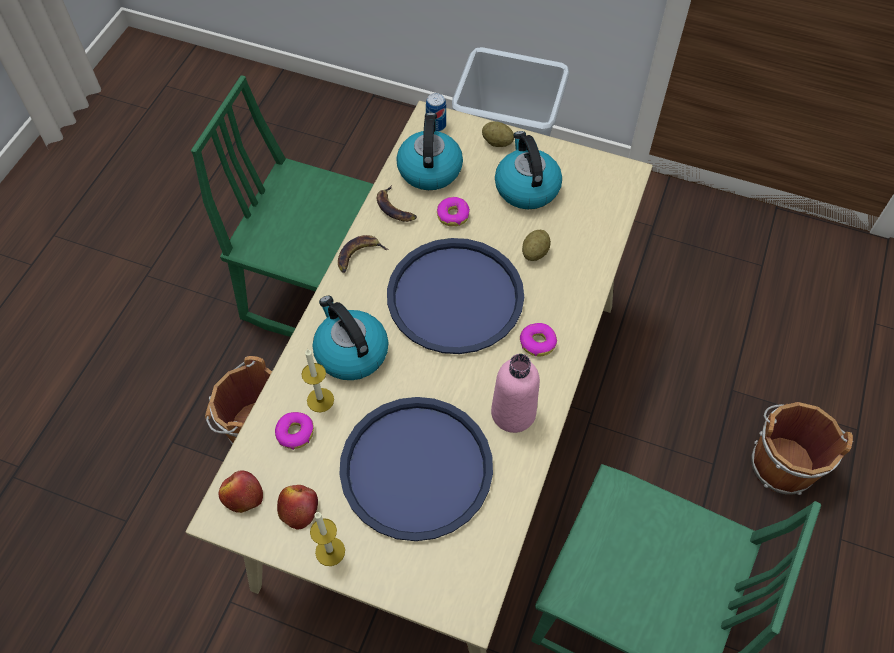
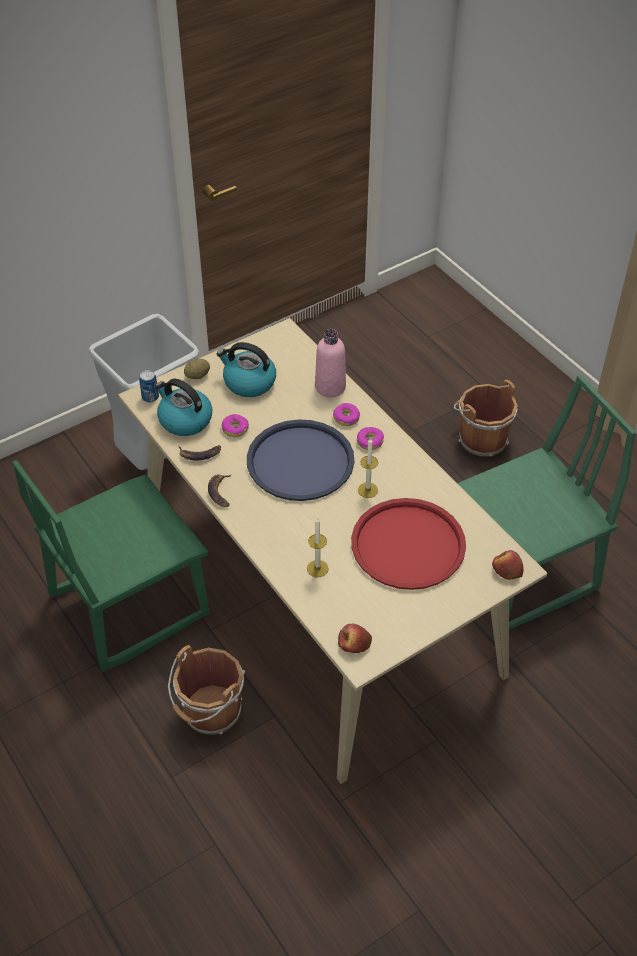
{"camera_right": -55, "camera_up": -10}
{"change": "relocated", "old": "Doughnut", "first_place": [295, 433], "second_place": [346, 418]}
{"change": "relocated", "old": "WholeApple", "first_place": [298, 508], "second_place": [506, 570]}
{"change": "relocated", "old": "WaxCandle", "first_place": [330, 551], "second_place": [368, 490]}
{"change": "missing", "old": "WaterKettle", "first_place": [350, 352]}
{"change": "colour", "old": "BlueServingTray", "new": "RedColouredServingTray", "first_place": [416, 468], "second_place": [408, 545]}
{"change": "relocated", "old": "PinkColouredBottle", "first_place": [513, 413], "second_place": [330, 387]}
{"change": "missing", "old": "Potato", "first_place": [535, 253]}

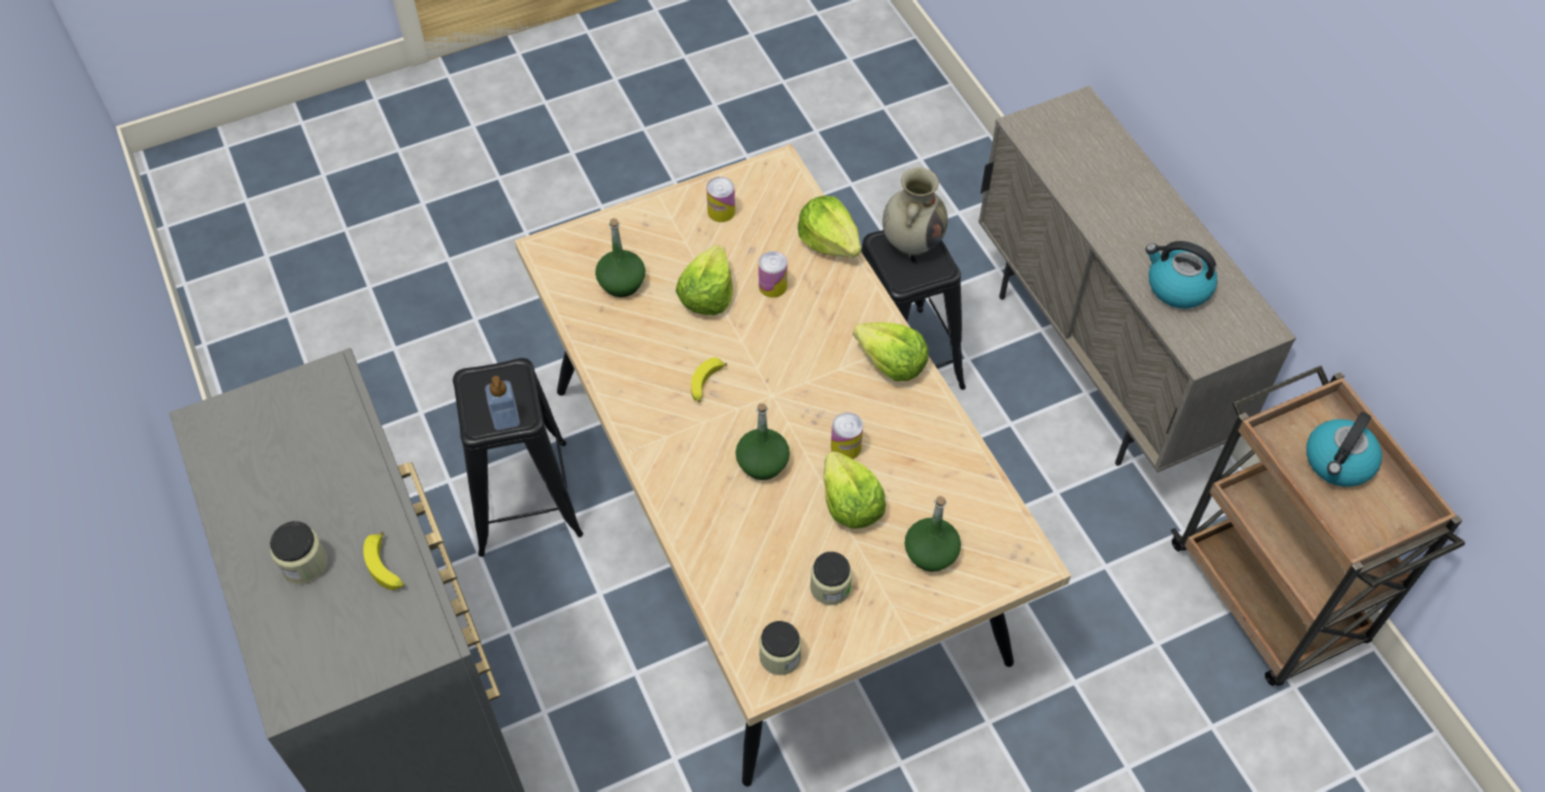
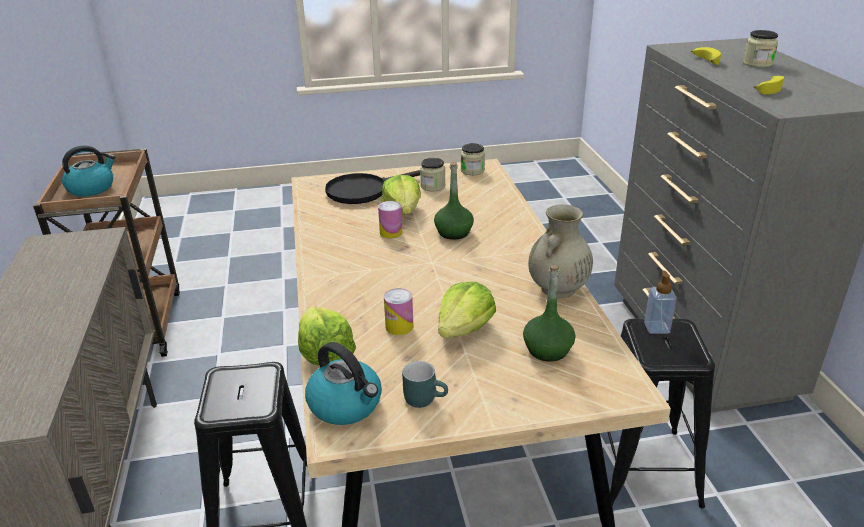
{"camera_right": -165, "camera_up": -25}
{"change": "relocated", "old": "BananaFruit", "first_place": [706, 384], "second_place": [768, 89]}
{"change": "exchanged", "old": "SealedCan", "new": "BlueGreenTeaMug", "first_place": [721, 211], "second_place": [425, 398]}
{"change": "missing", "old": "LettuceHead", "first_place": [891, 363]}
{"change": "relocated", "old": "SandColouredVase", "first_place": [912, 241], "second_place": [557, 289]}
{"change": "exchanged", "old": "GreenColouredBottle", "new": "BlackColouredSkillet", "first_place": [931, 553], "second_place": [365, 190]}
{"change": "relocated", "old": "WaterKettle", "first_place": [1177, 287], "second_place": [346, 405]}

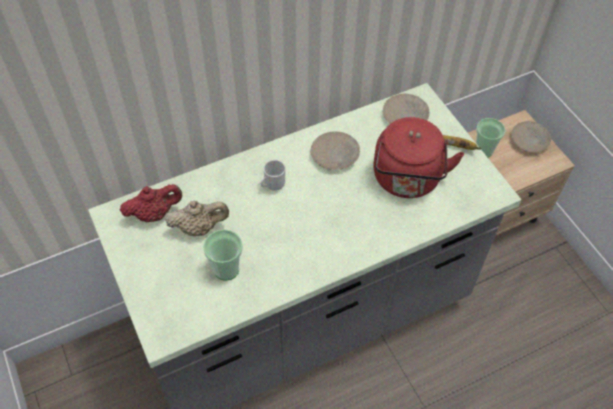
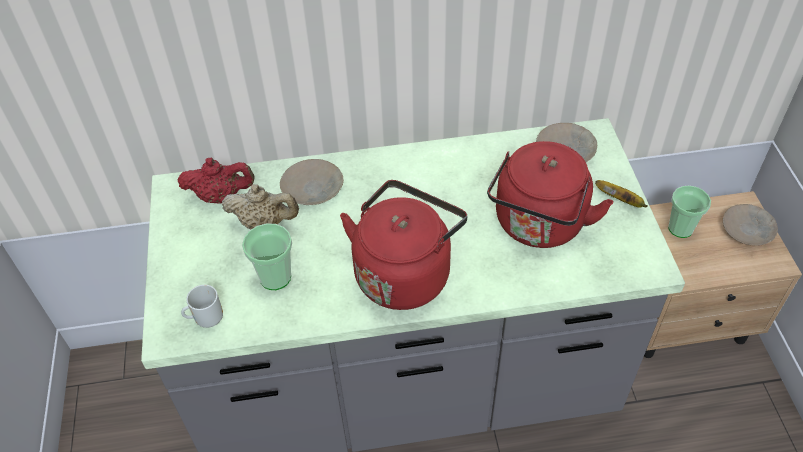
{"camera_right": 20, "camera_up": -5}
{"change": "relocated", "old": "TeaMug", "first_place": [273, 185], "second_place": [207, 319]}
{"change": "relocated", "old": "SandColouredFlatDish", "first_place": [335, 155], "second_place": [313, 188]}
{"change": "appeared", "new": "RedColouredWaterKettle", "second_place": [404, 272]}

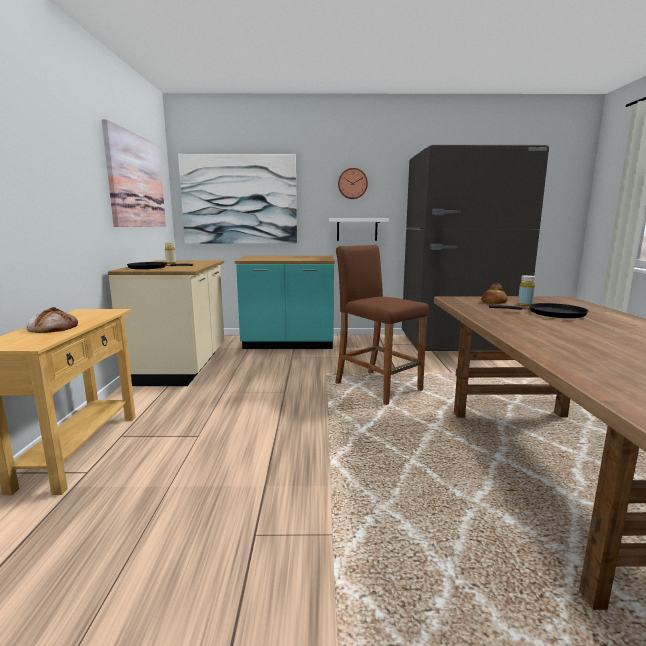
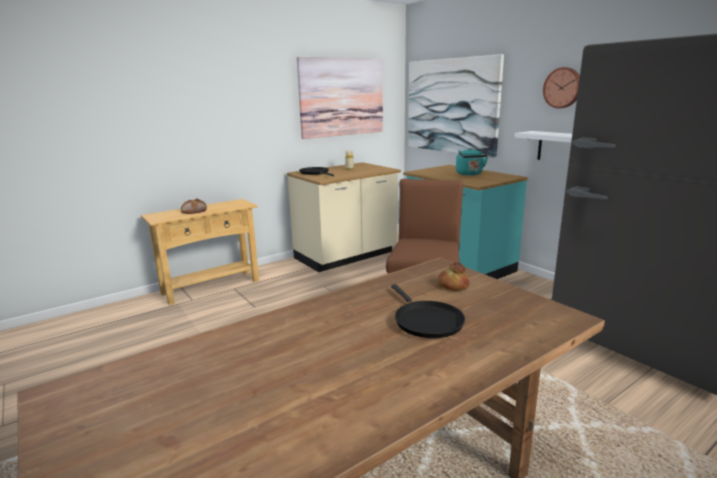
{"camera_right": 55, "camera_up": 5}
{"change": "missing", "old": "YellowishBottle", "first_place": [525, 305]}
{"change": "appeared", "new": "BlueGreenWaterKettle", "second_place": [470, 174]}

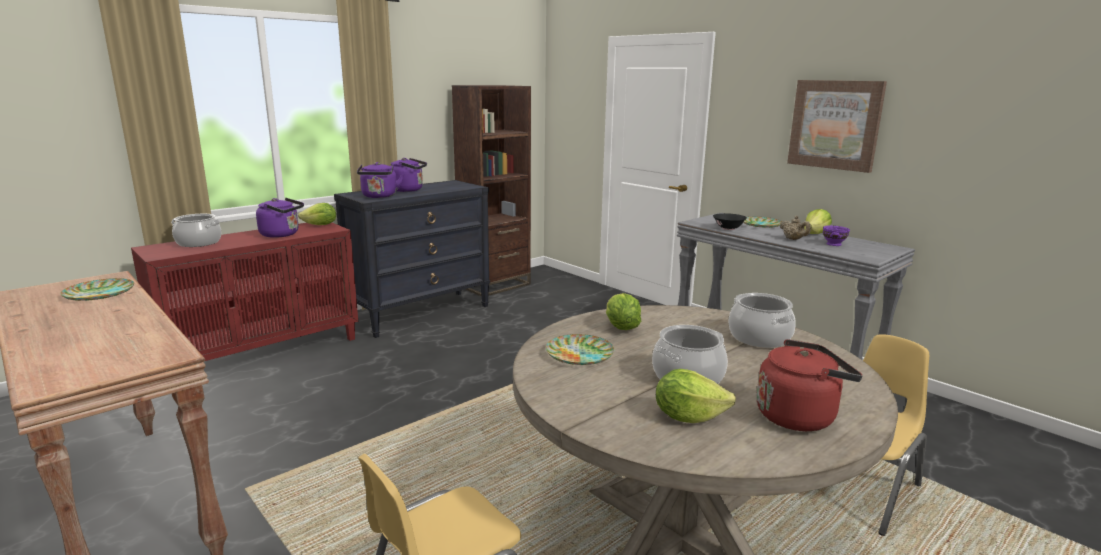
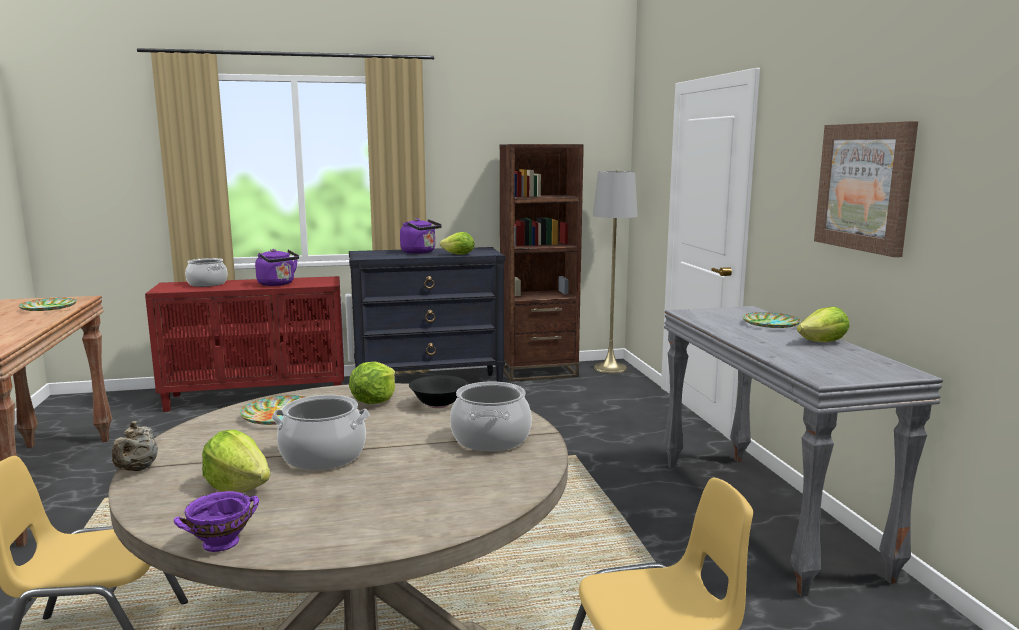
{"camera_right": 30, "camera_up": -5}
{"change": "relocated", "old": "LettuceHead", "first_place": [320, 225], "second_place": [458, 254]}
{"change": "missing", "old": "PurpleWaterKettle", "first_place": [379, 196]}
{"change": "relocated", "old": "BlackColouredDeepDish", "first_place": [728, 228], "second_place": [438, 404]}
{"change": "missing", "old": "RedColouredWaterKettle", "first_place": [799, 416]}
{"change": "relocated", "old": "SandColouredPotForTea", "first_place": [793, 239], "second_place": [137, 469]}
{"change": "relocated", "old": "PurpleDeepDish", "first_place": [833, 244], "second_place": [219, 543]}
{"change": "appeared", "new": "GreyFloorLamp", "second_place": [610, 368]}

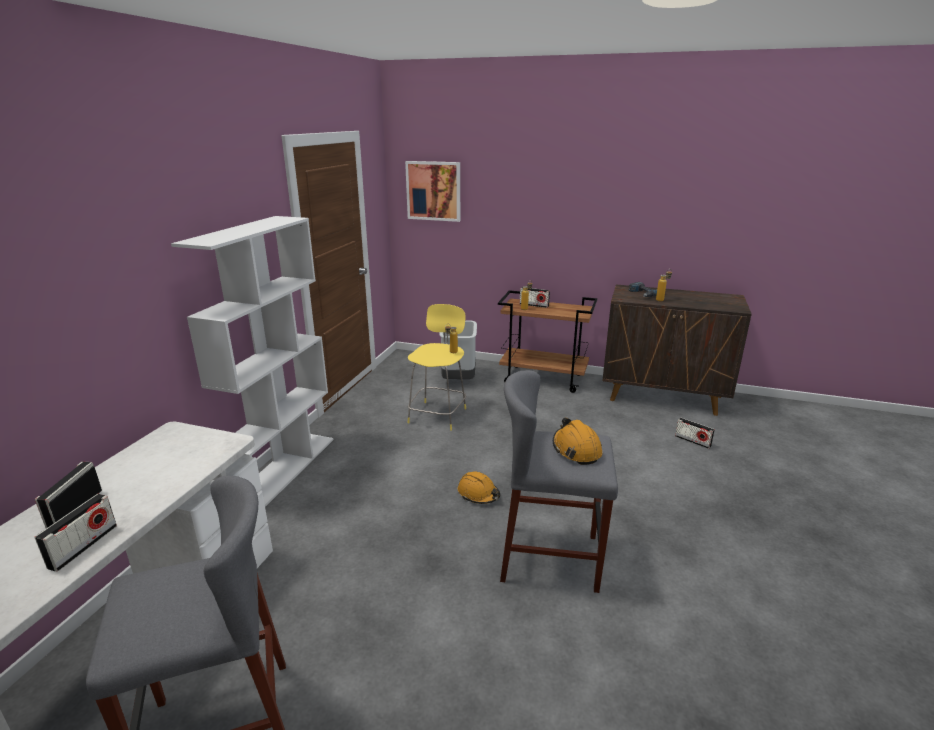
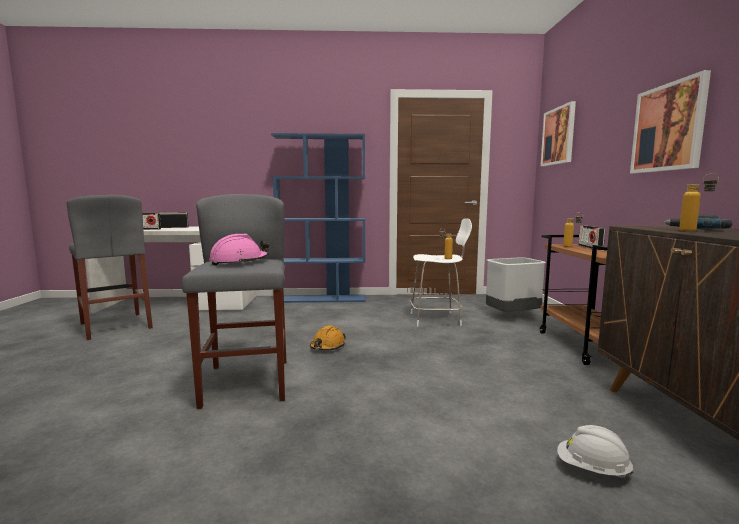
{"camera_right": 70, "camera_up": -15}
{"change": "colour", "old": "WhiteColouredBookshelf", "new": "BlueBookshelf", "first_place": [284, 468], "second_place": [323, 299]}
{"change": "colour", "old": "YellowishStool", "new": "WhiteColouredStool", "first_place": [438, 414], "second_place": [437, 319]}
{"change": "colour", "old": "OrangeySafetyHelmet", "new": "PinkColouredSafetyHelmet", "first_place": [576, 449], "second_place": [239, 262]}
{"change": "exchanged", "old": "RadioSet", "new": "WhiteColouredSafetyHelmet", "first_place": [692, 441], "second_place": [592, 470]}
{"change": "appeared", "new": "Picture", "second_place": [668, 127]}

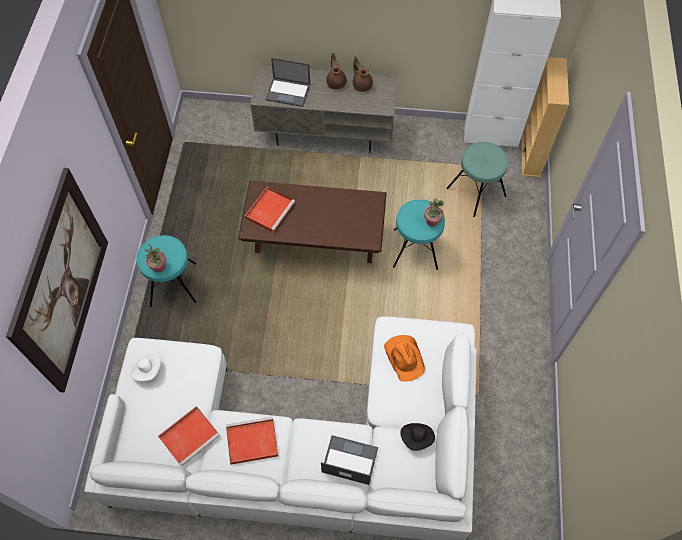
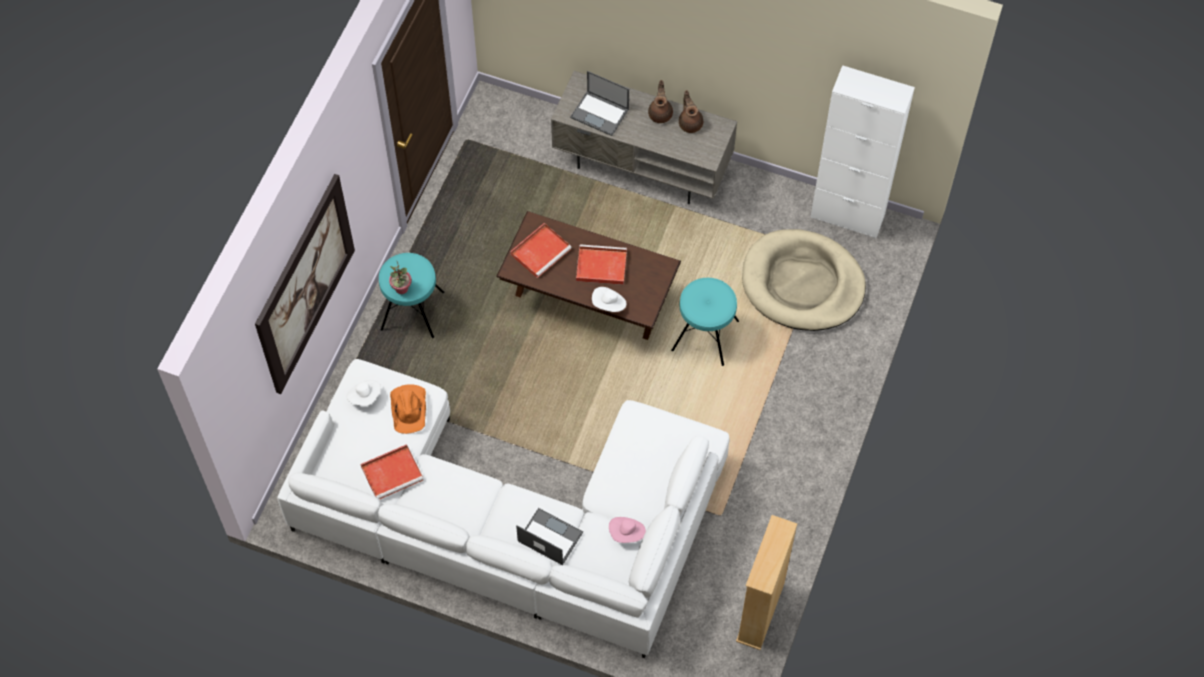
{"camera_right": 15, "camera_up": 0}
{"change": "relocated", "old": "RedColouredServingTray", "first_place": [251, 442], "second_place": [600, 266]}
{"change": "relocated", "old": "OrangeyWearableHat", "first_place": [404, 357], "second_place": [409, 409]}
{"change": "colour", "old": "BlackColouredWearableHat", "new": "PinkColouredWearableHat", "first_place": [417, 438], "second_place": [627, 533]}
{"change": "missing", "old": "Houseplant", "first_place": [432, 221]}
{"change": "exchanged", "old": "BlueGreenStool", "new": "SandColouredDogCushion", "first_place": [476, 192], "second_place": [802, 284]}
{"change": "relocated", "old": "SandColouredBookshelf", "first_place": [530, 155], "second_place": [760, 612]}
{"change": "appeared", "new": "WhiteColouredWearableHat", "second_place": [609, 304]}

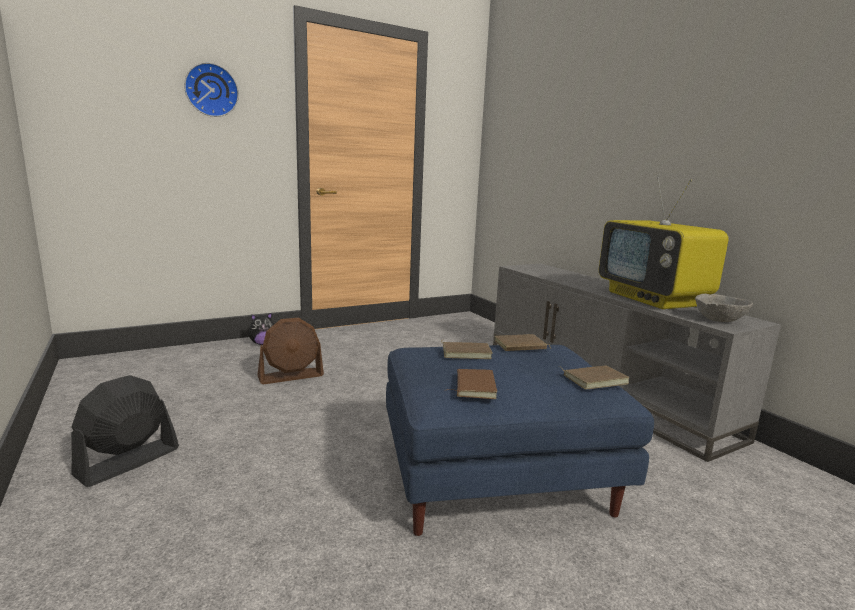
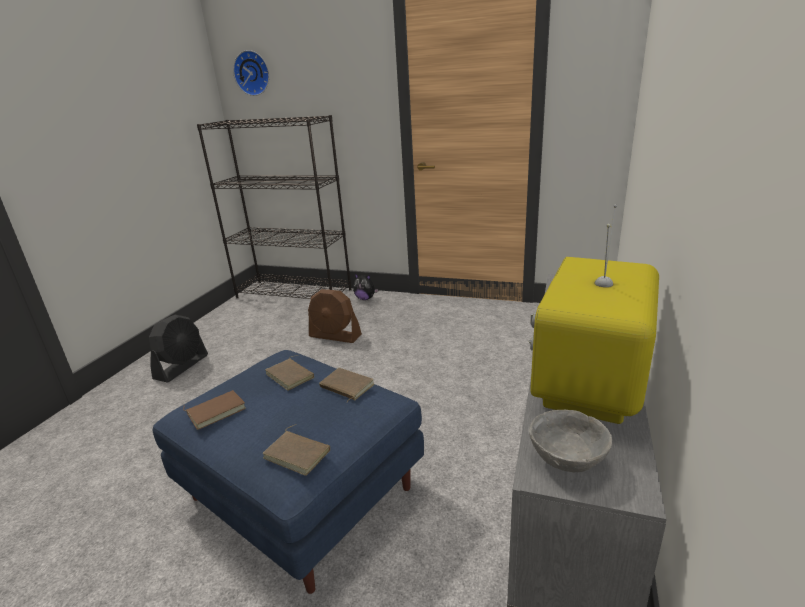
{"camera_right": 50, "camera_up": 10}
{"change": "spun", "old": "BlackColouredElectricFan", "first_place": [128, 462], "second_place": [182, 366], "degrees": 120}
{"change": "relocated", "old": "WallClock", "first_place": [211, 90], "second_place": [253, 73]}
{"change": "appeared", "new": "BlackColouredBookshelf", "second_place": [294, 293]}

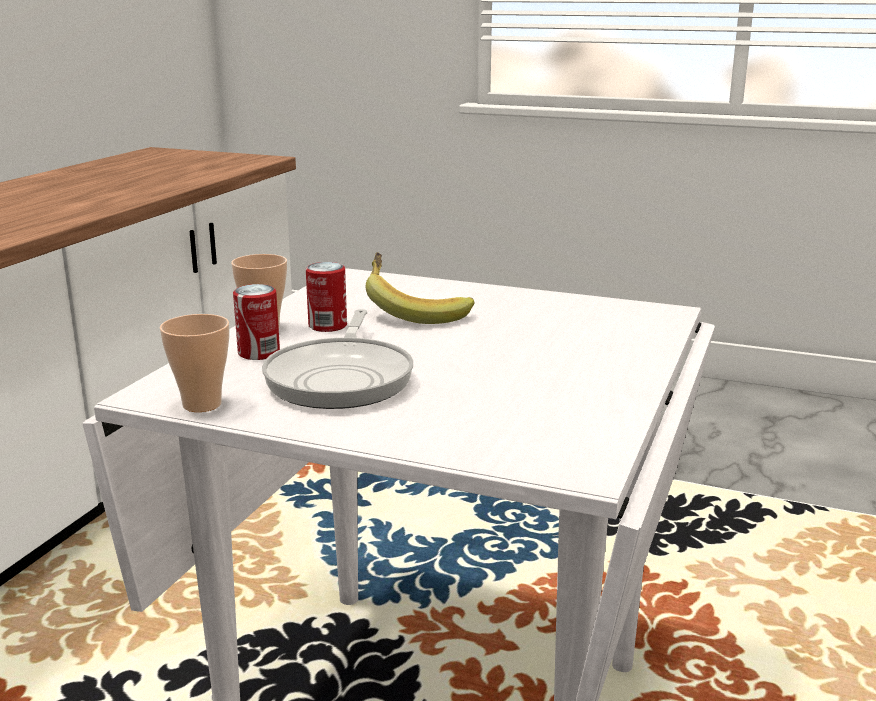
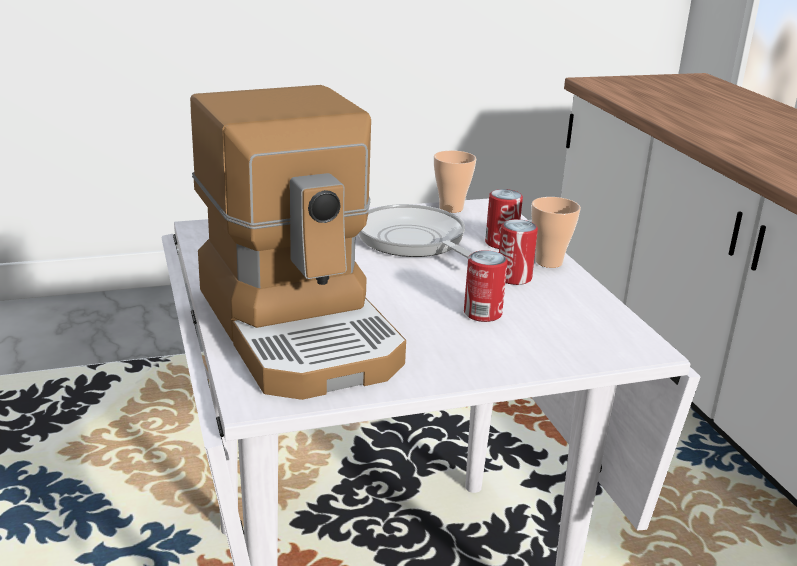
{"camera_right": 140, "camera_up": 5}
{"change": "exchanged", "old": "BananaFruit", "new": "SealedCan", "first_place": [415, 312], "second_place": [482, 313]}
{"change": "appeared", "new": "CoffeeMaker", "second_place": [301, 327]}

